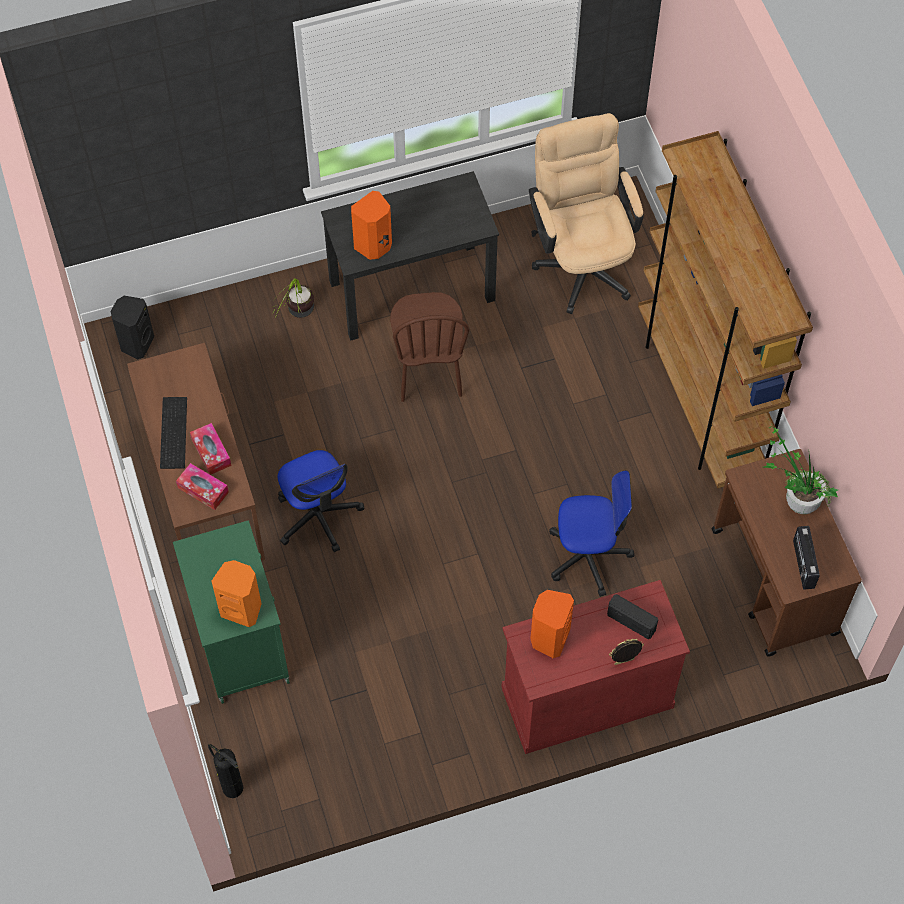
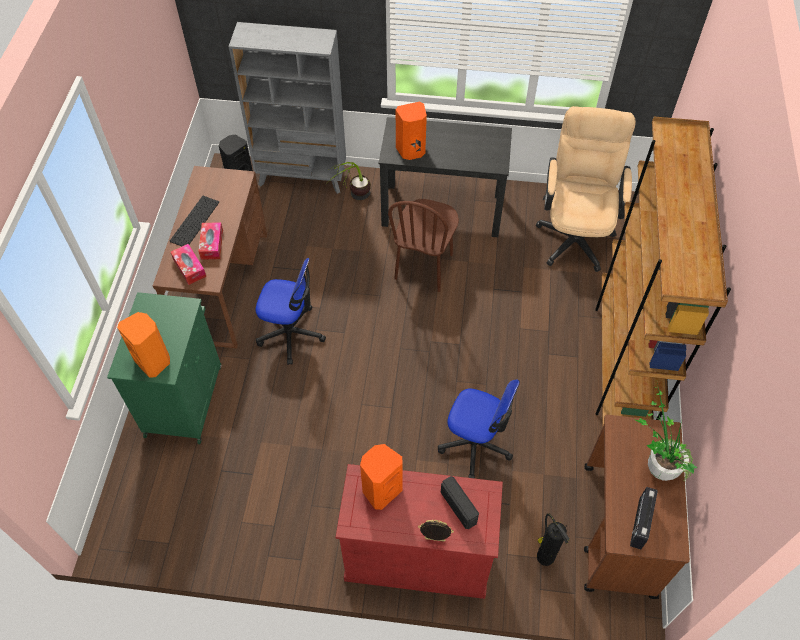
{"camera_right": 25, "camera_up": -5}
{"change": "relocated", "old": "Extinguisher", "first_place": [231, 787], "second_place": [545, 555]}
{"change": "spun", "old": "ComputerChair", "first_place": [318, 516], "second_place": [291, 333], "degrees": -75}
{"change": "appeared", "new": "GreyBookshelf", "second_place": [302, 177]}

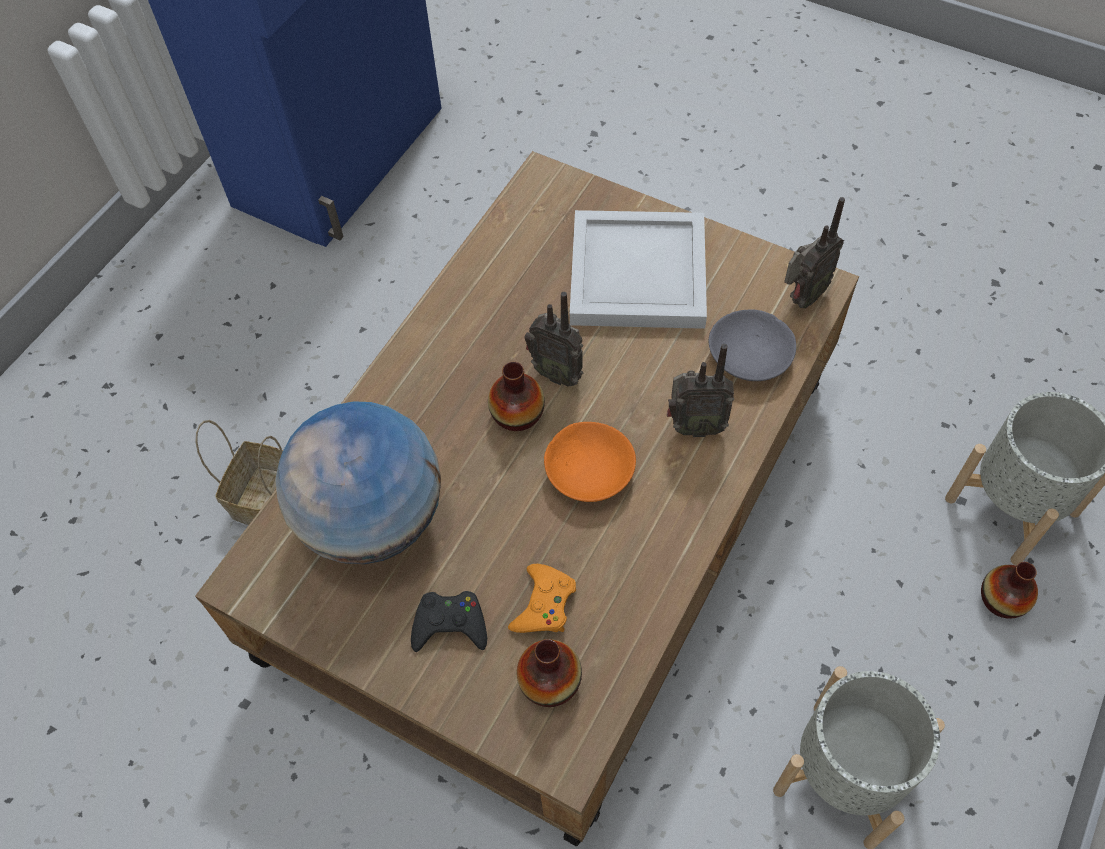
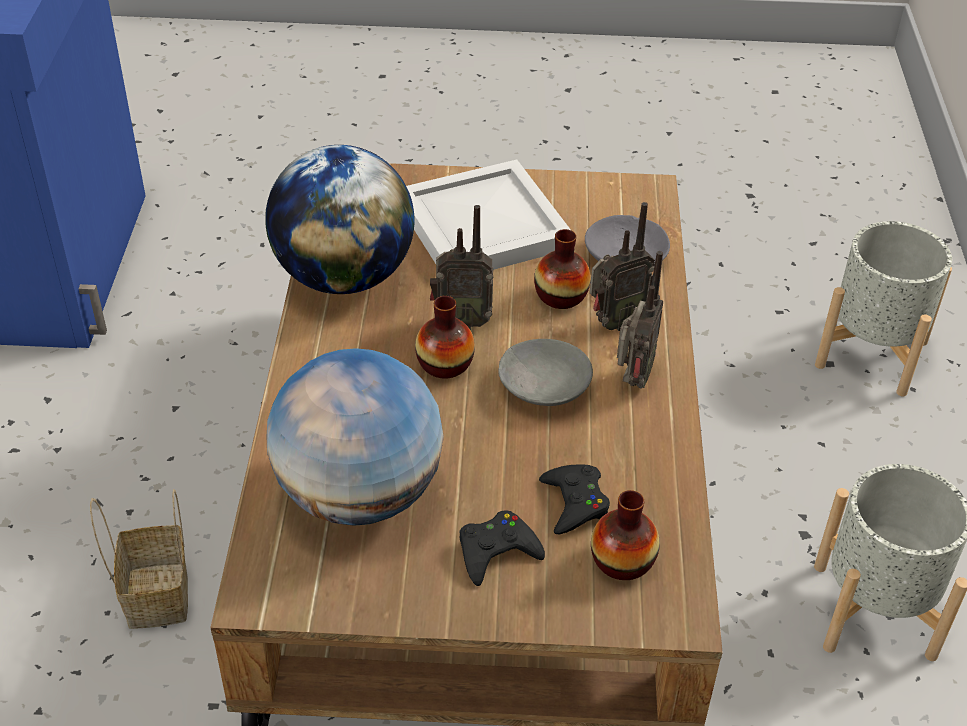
{"camera_right": -30, "camera_up": -15}
{"change": "colour", "old": "OrangeyGameController", "new": "BlackColouredGameController", "first_place": [544, 604], "second_place": [574, 503]}
{"change": "colour", "old": "OrangeyDeepDish", "new": "GreyDeepDish", "first_place": [589, 470], "second_place": [543, 386]}
{"change": "relocated", "old": "RadioSet", "first_place": [802, 298], "second_place": [632, 380]}
{"change": "relocated", "old": "Vase", "first_place": [1002, 599], "second_place": [561, 296]}
{"change": "appeared", "new": "Globe", "second_place": [344, 276]}

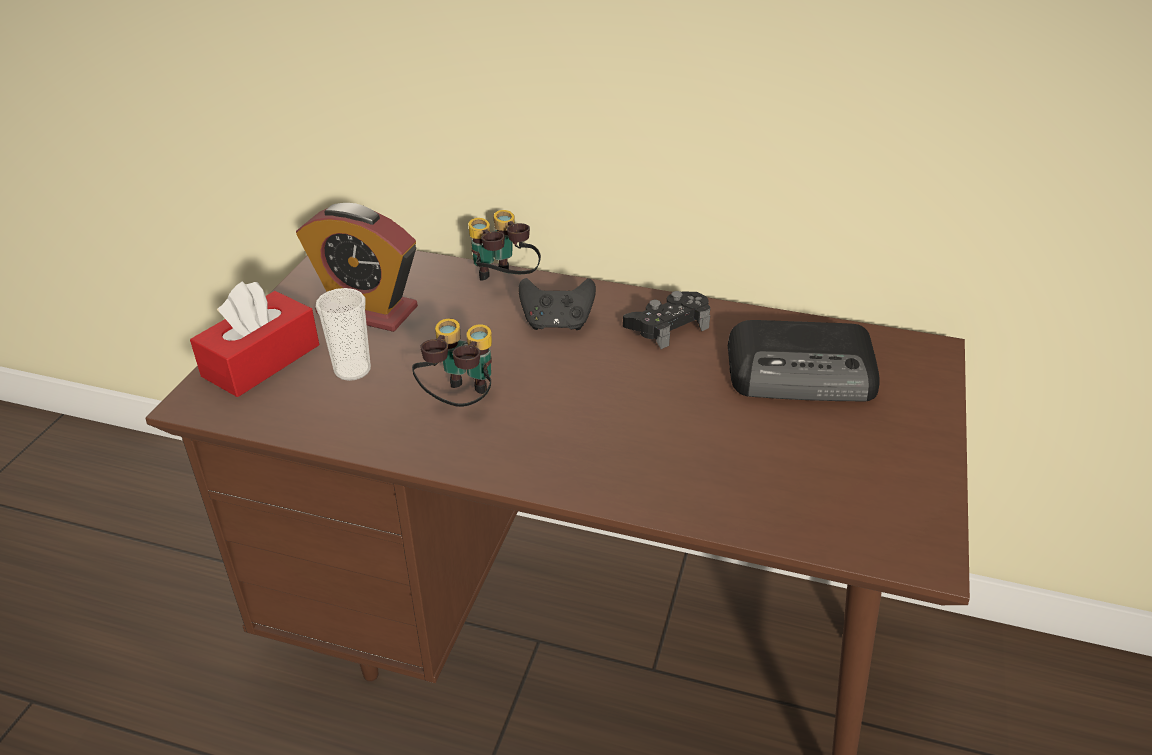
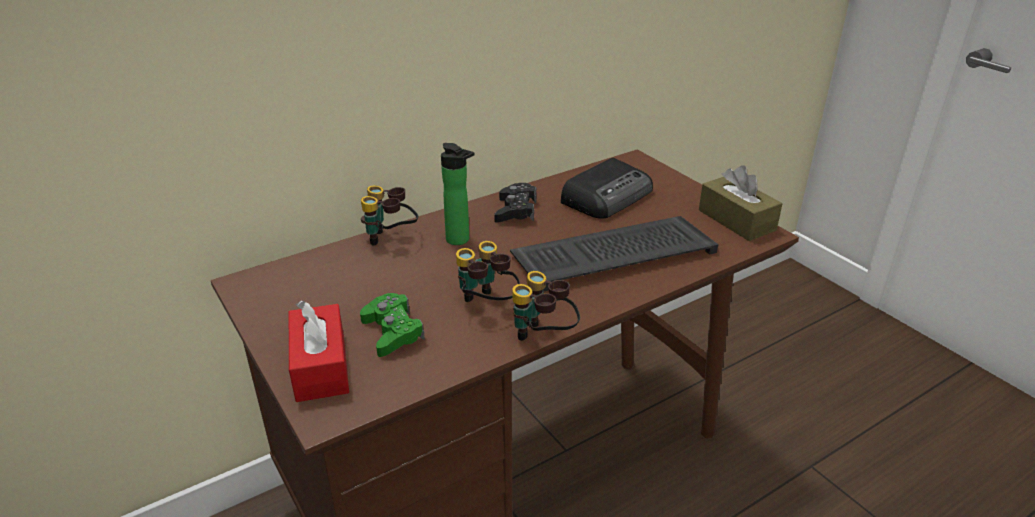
{"camera_right": -50, "camera_up": -5}
{"change": "missing", "old": "TableClock", "first_place": [367, 310]}
{"change": "exchanged", "old": "SmallCup", "new": "GreenColouredGameController", "first_place": [352, 370], "second_place": [392, 332]}
{"change": "exchanged", "old": "BlackColouredGameController", "new": "Bottle", "first_place": [557, 323], "second_place": [460, 240]}
{"change": "appeared", "new": "ComputerKeyboard", "second_place": [615, 253]}
{"change": "appeared", "new": "Binoculars", "second_place": [543, 338]}
{"change": "appeared", "new": "BrownBoxOfTissues", "second_place": [736, 220]}

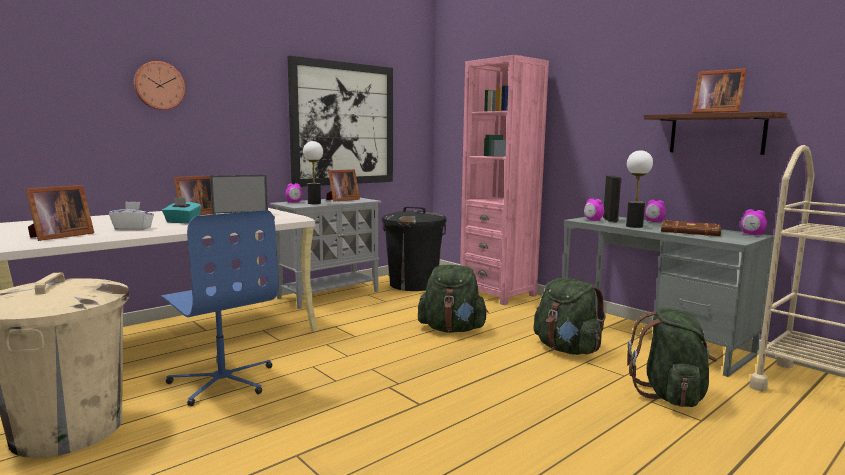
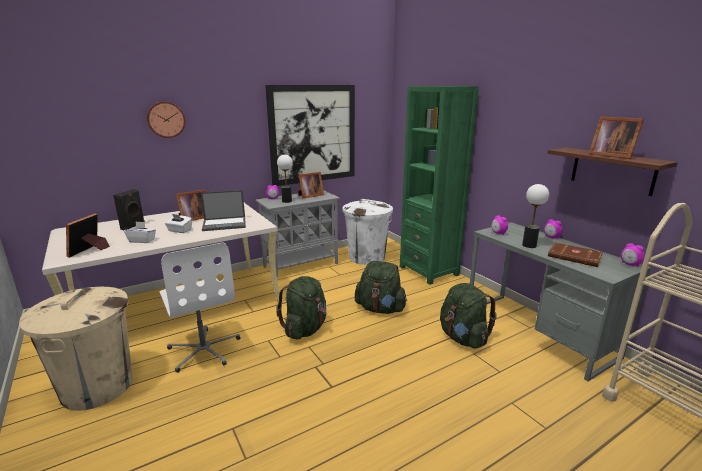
{"camera_right": 10, "camera_up": 10}
{"change": "spun", "old": "PhotoFrame", "first_place": [59, 236], "second_place": [90, 250], "degrees": 150}
{"change": "colour", "old": "BlueComputerChair", "new": "WhiteColouredComputerChair", "first_place": [223, 381], "second_place": [204, 350]}
{"change": "colour", "old": "BlueGreenBoxOfTissues", "new": "WhiteColouredBoxOfTissues", "first_place": [182, 222], "second_place": [179, 230]}
{"change": "colour", "old": "BlackColouredTrashCan", "new": "WhiteColouredTrashCan", "first_place": [413, 284], "second_place": [366, 257]}
{"change": "colour", "old": "PinkColouredBookshelf", "new": "GreenColouredBookshelf", "first_place": [497, 293], "second_place": [429, 271]}
{"change": "relocated", "old": "BlackColouredLoudspeaker", "first_place": [611, 220], "second_place": [133, 226]}
{"change": "relocated", "old": "GreenColouredBackpack", "first_place": [670, 395], "second_place": [305, 329]}

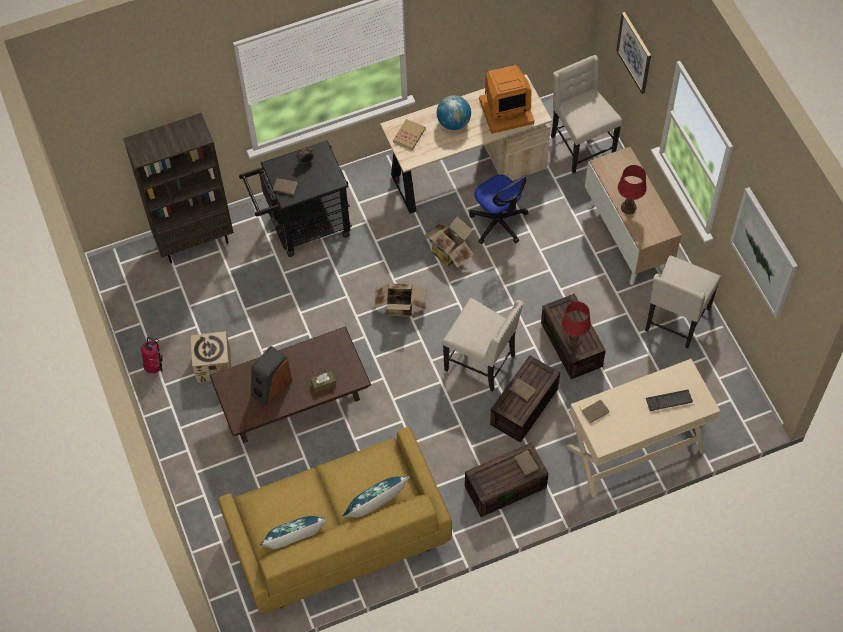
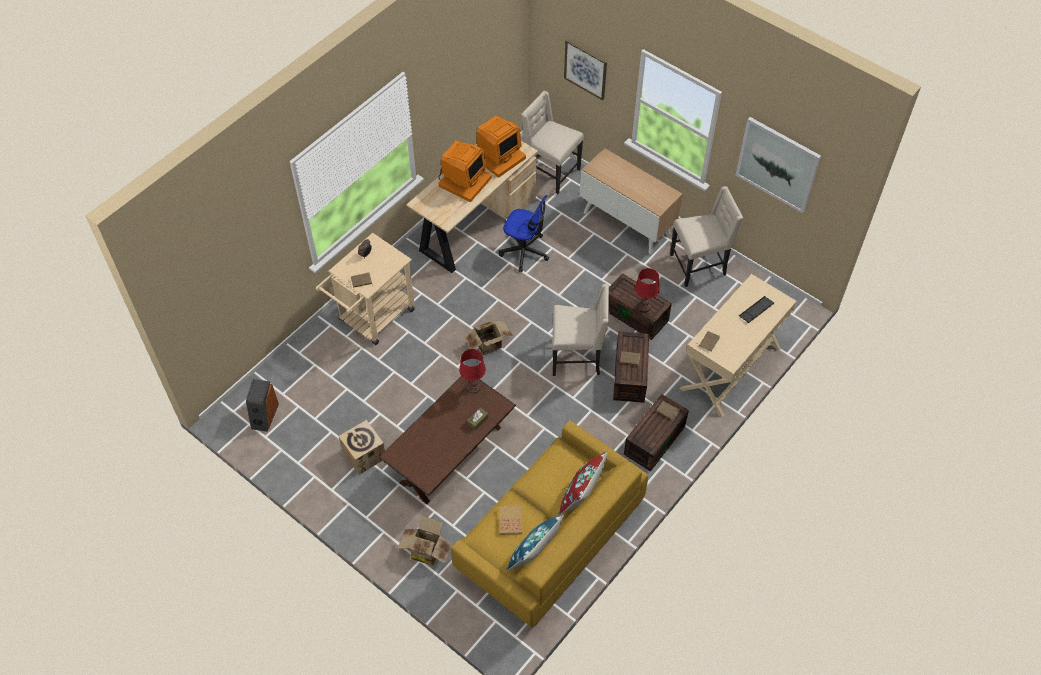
{"camera_right": -30, "camera_up": -5}
{"change": "missing", "old": "BrownBookshelf", "first_place": [195, 240]}
{"change": "missing", "old": "Extinguisher", "first_place": [155, 367]}
{"change": "colour", "old": "BlackColouredCart", "new": "SandColouredCart", "first_place": [302, 227], "second_place": [372, 319]}
{"change": "relocated", "old": "Loudspeaker", "first_place": [271, 387], "second_place": [264, 415]}
{"change": "colour", "old": "BluePillow", "new": "RedColouredPillow", "first_place": [376, 508], "second_place": [581, 496]}
{"change": "relocated", "old": "Volume", "first_place": [409, 135], "second_place": [510, 521]}
{"change": "relocated", "old": "PackingBox", "first_place": [449, 251], "second_place": [426, 550]}
{"change": "exchanged", "old": "Globe", "new": "ComputerScreen", "first_place": [453, 123], "second_place": [464, 181]}
{"change": "relocated", "old": "RedColouredTabletopLamp", "first_place": [628, 207], "second_place": [473, 387]}
{"change": "spun", "old": "SandColouredUprightChair", "first_place": [676, 320], "second_place": [699, 265], "degrees": -105}

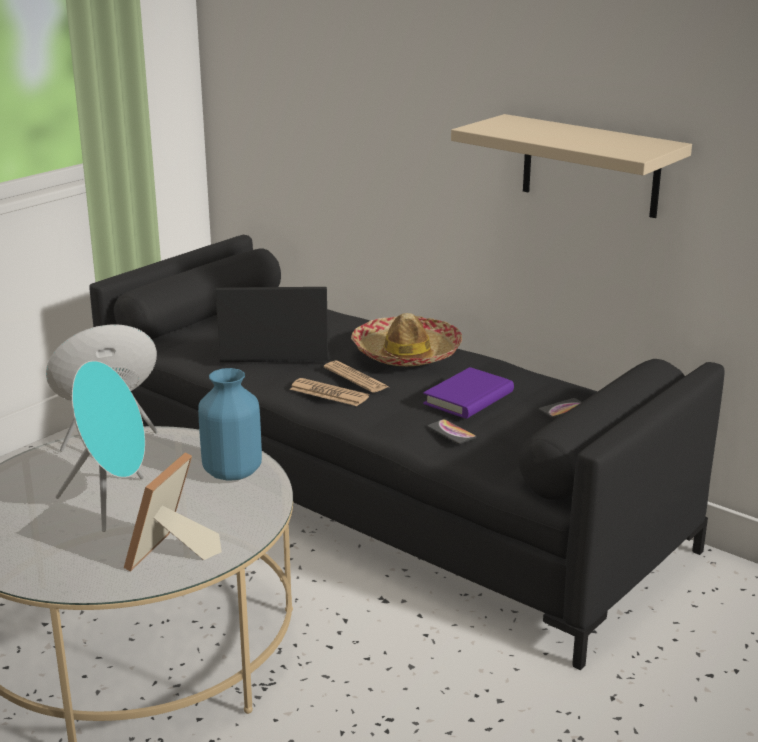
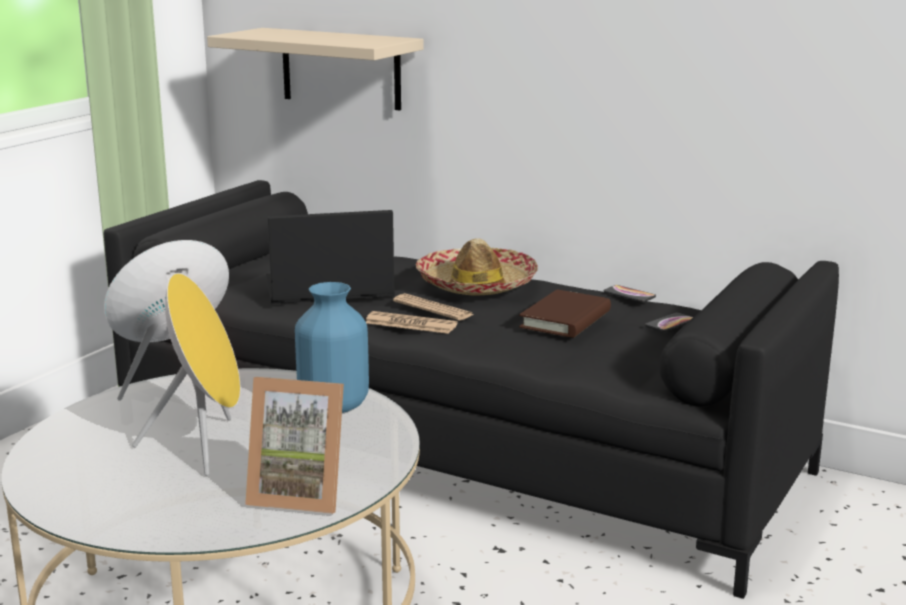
{"camera_right": -10, "camera_up": -5}
{"change": "colour", "old": "BlueGreenLoudspeaker", "new": "YellowishLoudspeaker", "first_place": [112, 503], "second_place": [204, 446]}
{"change": "spun", "old": "PhotoFrame", "first_place": [171, 556], "second_place": [300, 493], "degrees": -90}
{"change": "colour", "old": "PurpleVolume", "new": "BrownVolume", "first_place": [468, 398], "second_place": [565, 319]}
{"change": "relocated", "old": "Telephone", "first_place": [451, 433], "second_place": [629, 294]}
{"change": "relocated", "old": "SandColouredShelf", "first_place": [590, 166], "second_place": [341, 68]}

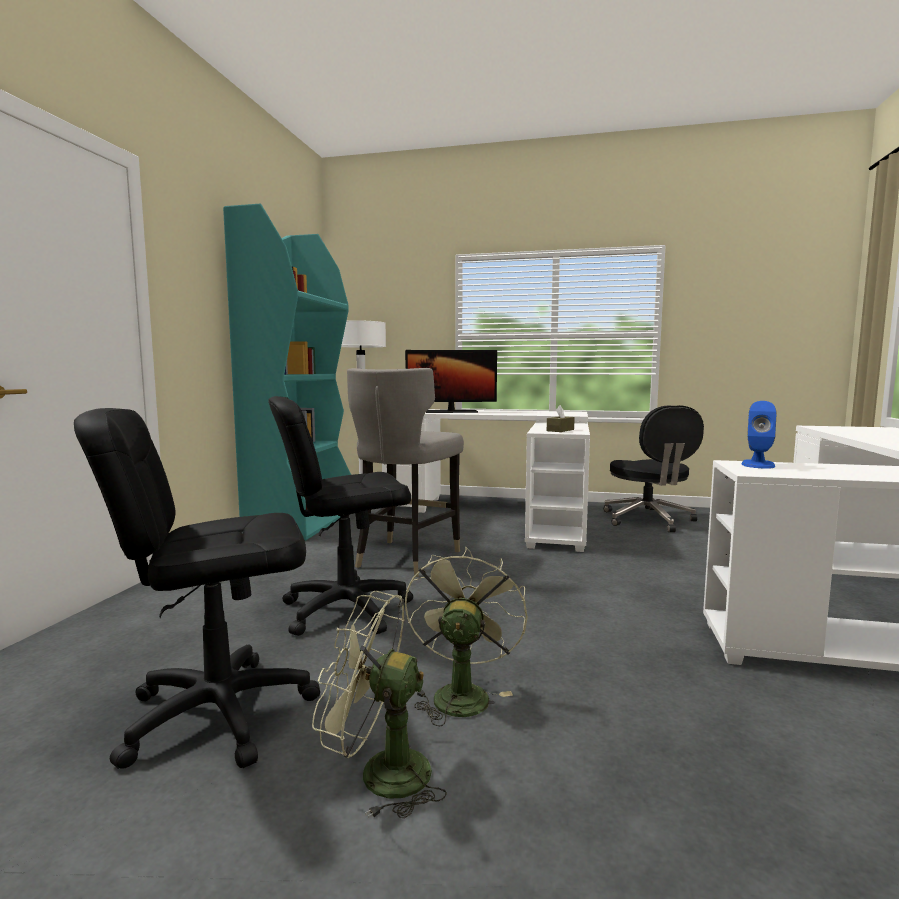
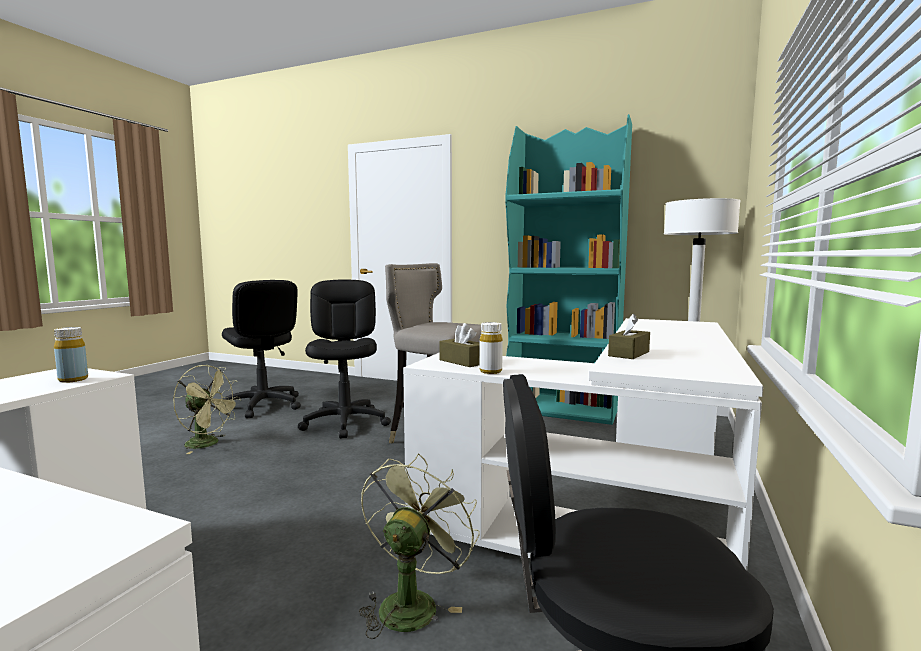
{"camera_right": 100, "camera_up": 0}
{"change": "spun", "old": "BlackColouredComputerChair", "first_place": [218, 713], "second_place": [263, 406], "degrees": 150}
{"change": "relocated", "old": "GreenColouredElectricFan", "first_place": [379, 774], "second_place": [412, 602]}
{"change": "missing", "old": "ComputerScreen", "first_place": [451, 412]}
{"change": "exchanged", "old": "BlueLoudspeaker", "new": "YellowishBottle", "first_place": [758, 464], "second_place": [73, 379]}
{"change": "appeared", "new": "WhiteColouredBottle", "second_place": [490, 371]}
{"change": "appeared", "new": "BrownBoxOfTissues", "second_place": [629, 354]}

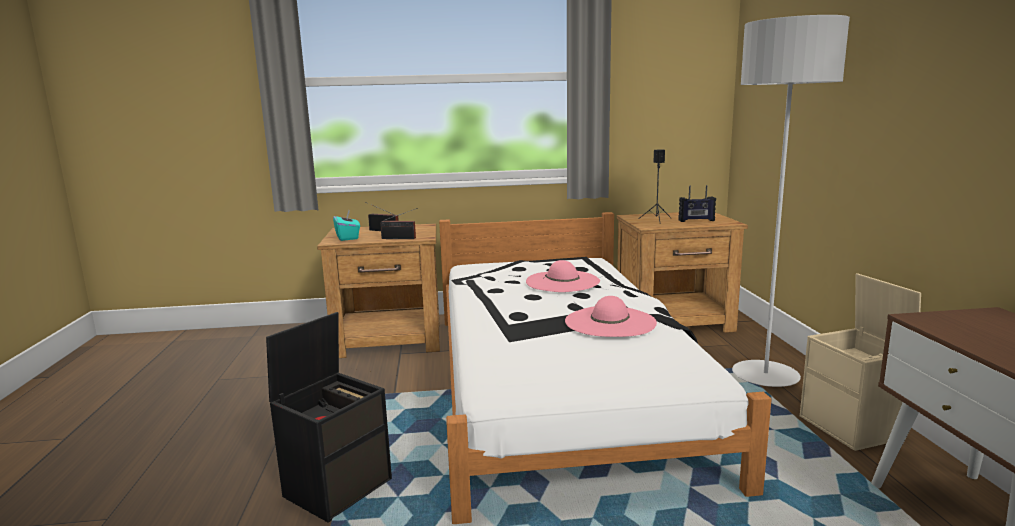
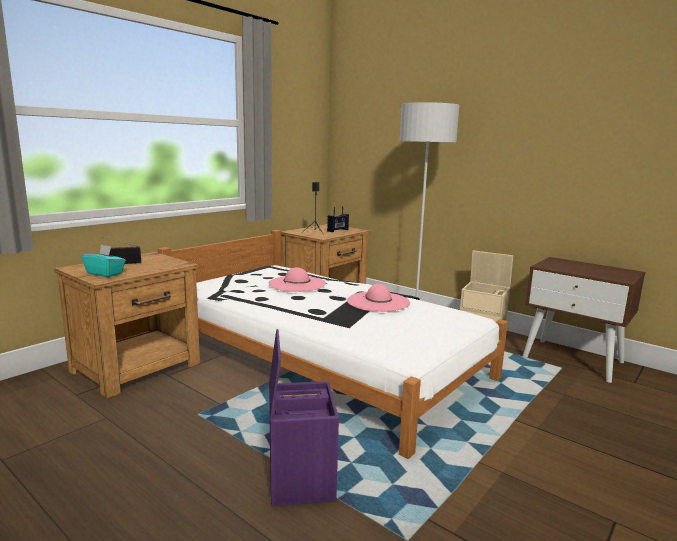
{"camera_right": -45, "camera_up": 0}
{"change": "colour", "old": "BlackColouredStorageContainer", "new": "PurpleStorageContainer", "first_place": [338, 486], "second_place": [299, 478]}
{"change": "missing", "old": "RadioSet", "first_place": [400, 238]}

